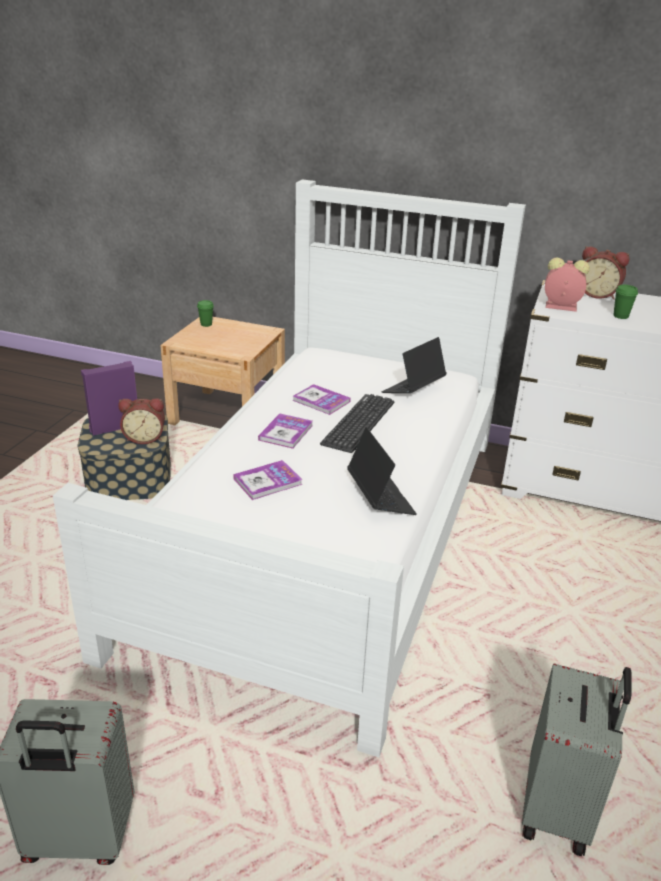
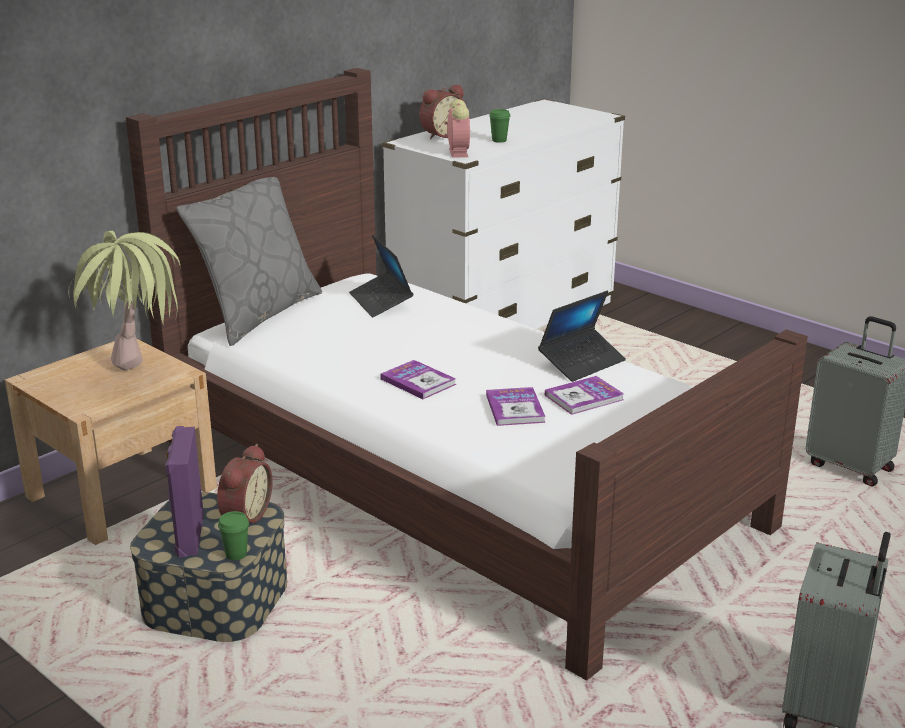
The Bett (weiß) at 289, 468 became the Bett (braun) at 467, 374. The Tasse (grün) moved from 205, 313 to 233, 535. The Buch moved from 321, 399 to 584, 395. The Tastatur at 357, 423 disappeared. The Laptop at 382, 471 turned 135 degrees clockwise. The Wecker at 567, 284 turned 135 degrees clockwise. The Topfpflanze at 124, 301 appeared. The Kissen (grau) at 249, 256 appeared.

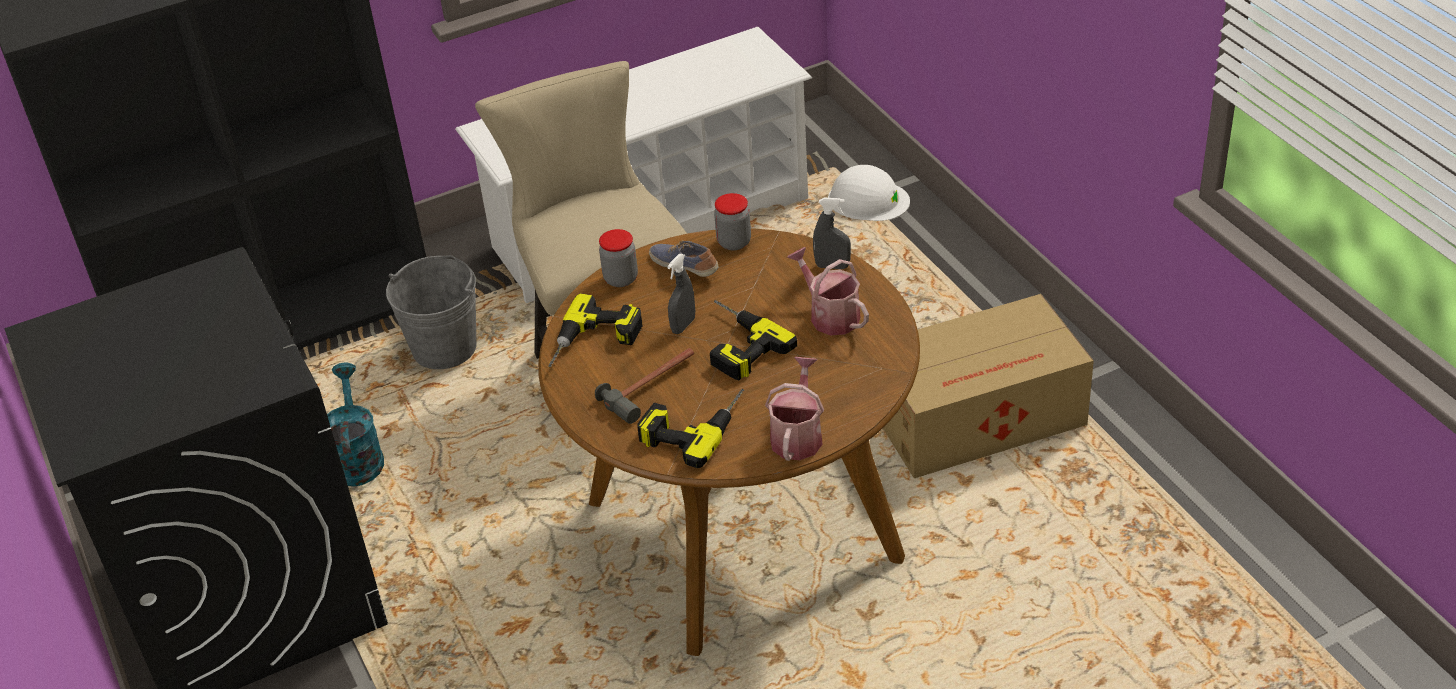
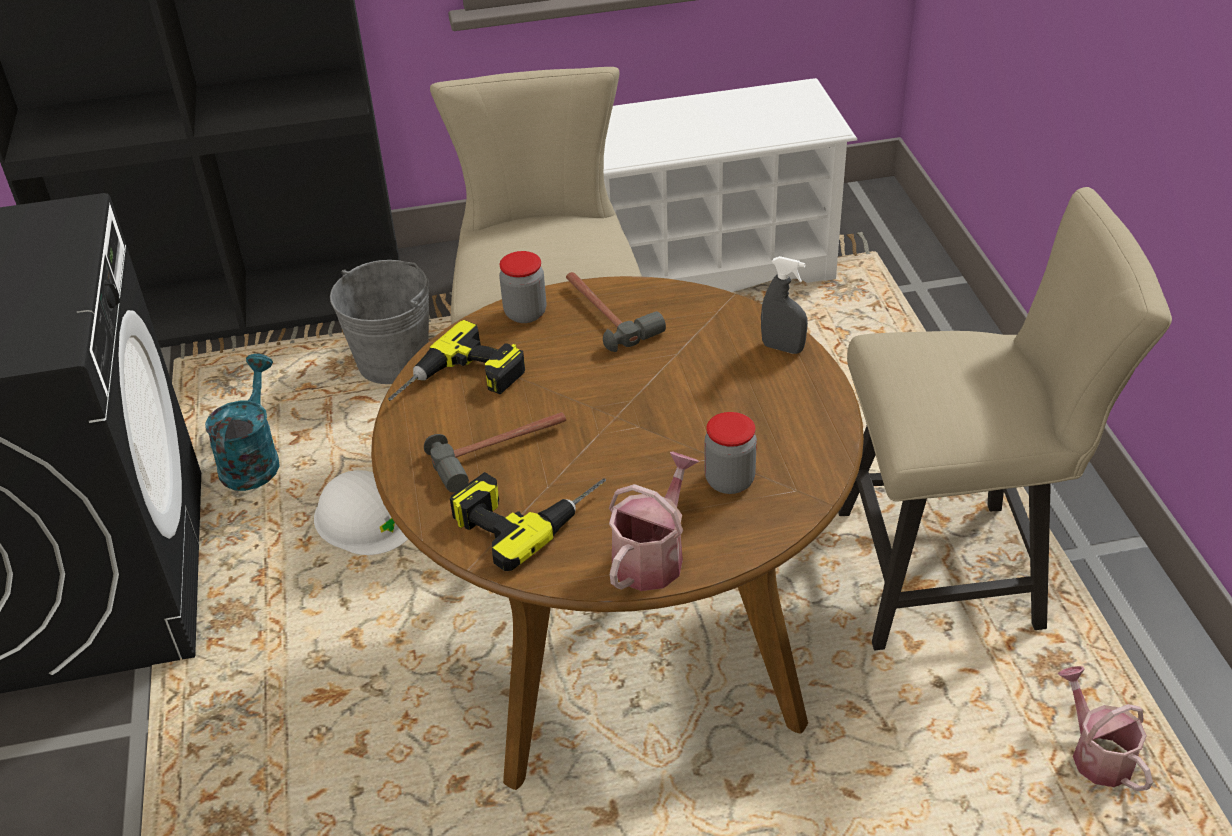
The Schuh at 684, 258 was replaced by the Hammer at 616, 312. The Sprühflasche (grau) at 681, 294 disappeared. The Bohrmaschine at 753, 340 disappeared. The Vorratsglas moved from 732, 222 to 730, 453. The Gießkanne moved from 828, 291 to 1105, 728. The Schutzhelm (weiß) moved from 869, 193 to 361, 512. The Karton at 988, 386 was replaced by the Stuhl (beige) at 1005, 418.

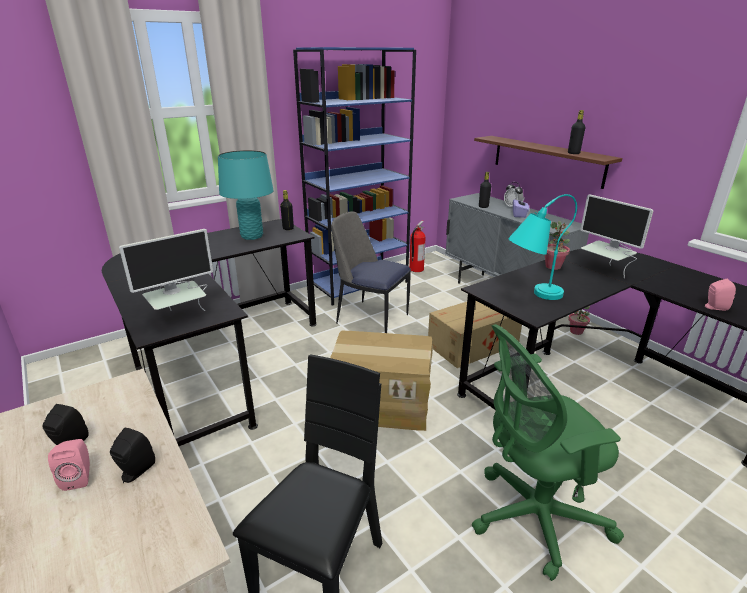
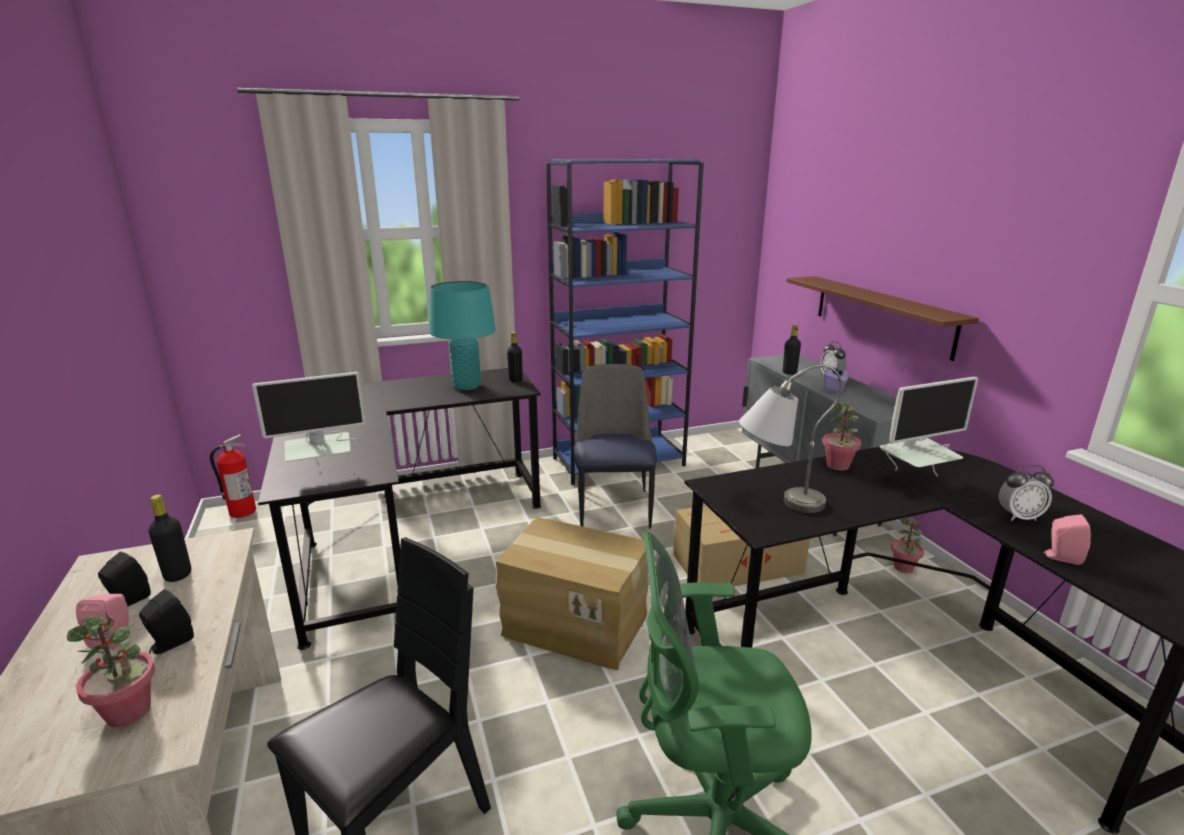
The Stuhl at 371, 272 turned 45 degrees clockwise. The Feuerlöscher moved from 417, 246 to 233, 476. The Tischlampe (türkis) at 542, 247 became the Tischlampe (grau) at 790, 439. The Flasche (schwarz) moved from 576, 132 to 170, 538. The Monitor at 616, 236 turned 90 degrees counterclockwise. The Topfpflanze at 111, 669 appeared. The Wecker at 1026, 493 appeared.

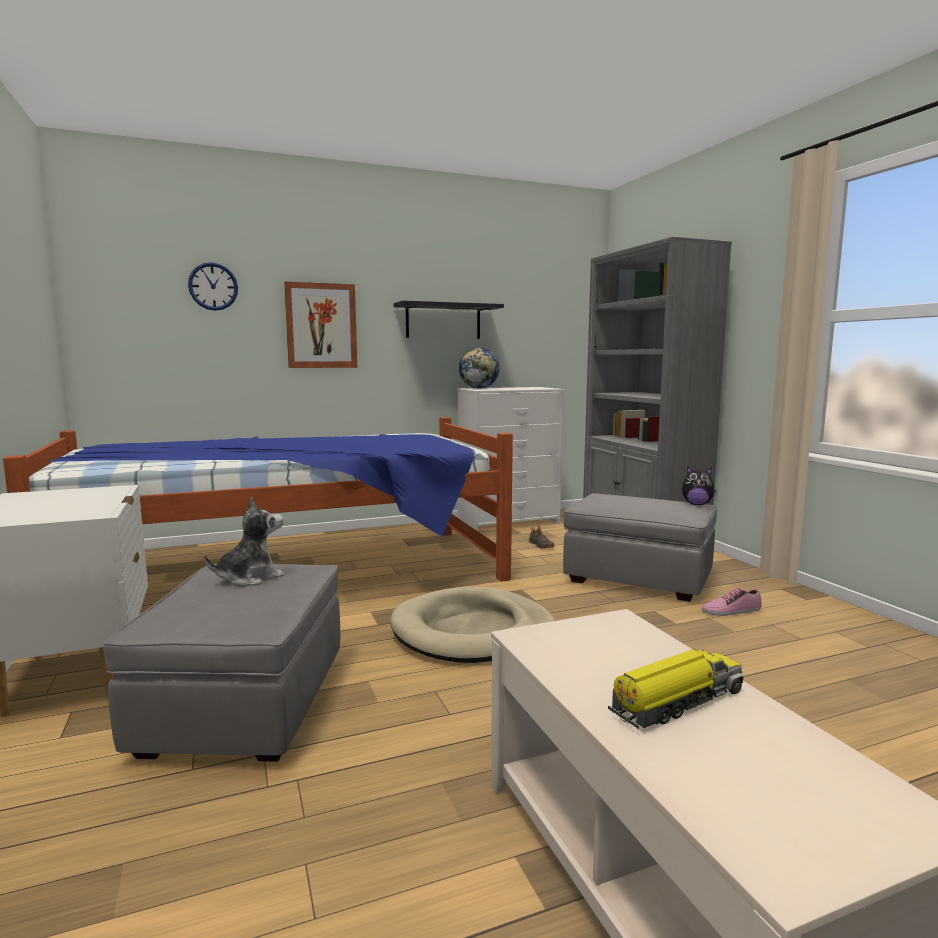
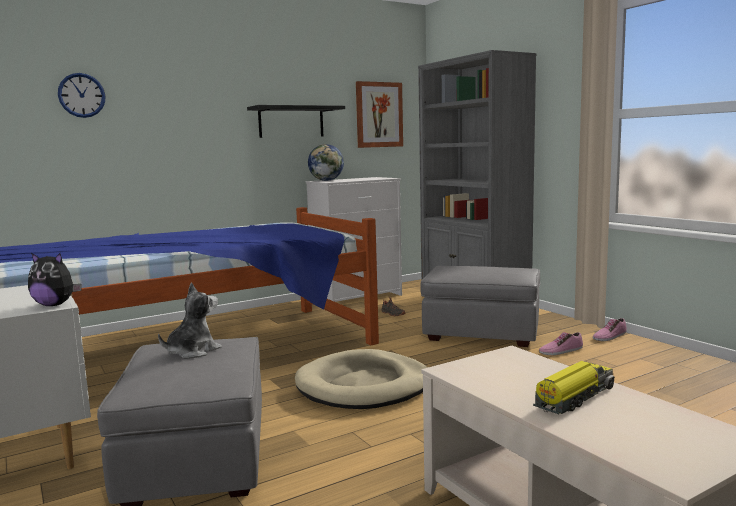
The Bild moved from 320, 325 to 379, 114. The Plüschtier moved from 699, 485 to 55, 279. The Schuh at 610, 329 appeared.

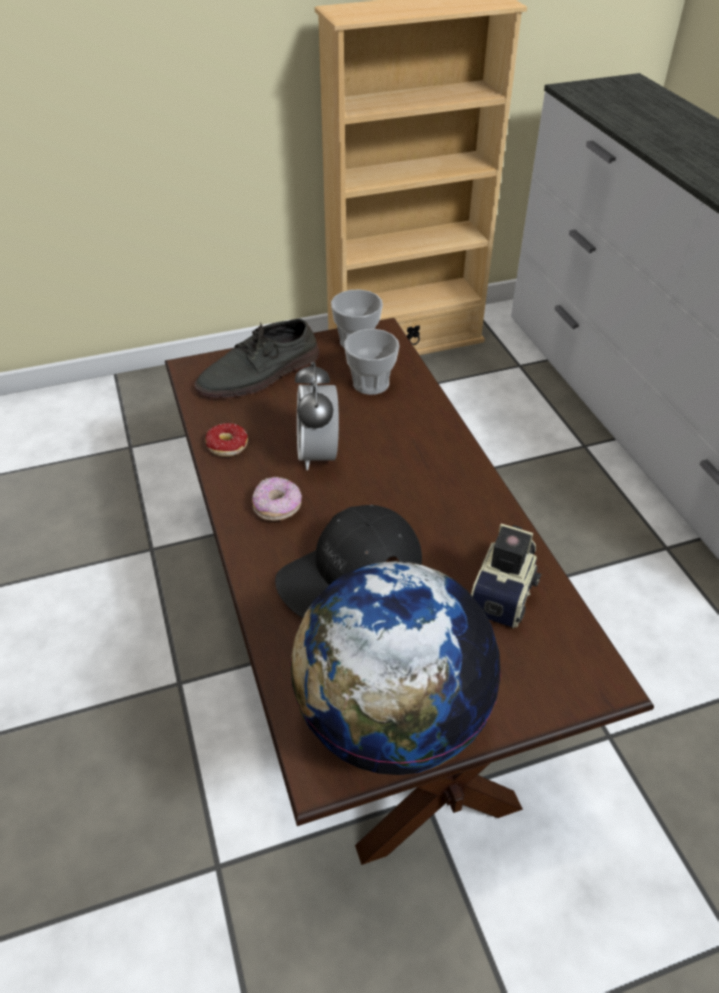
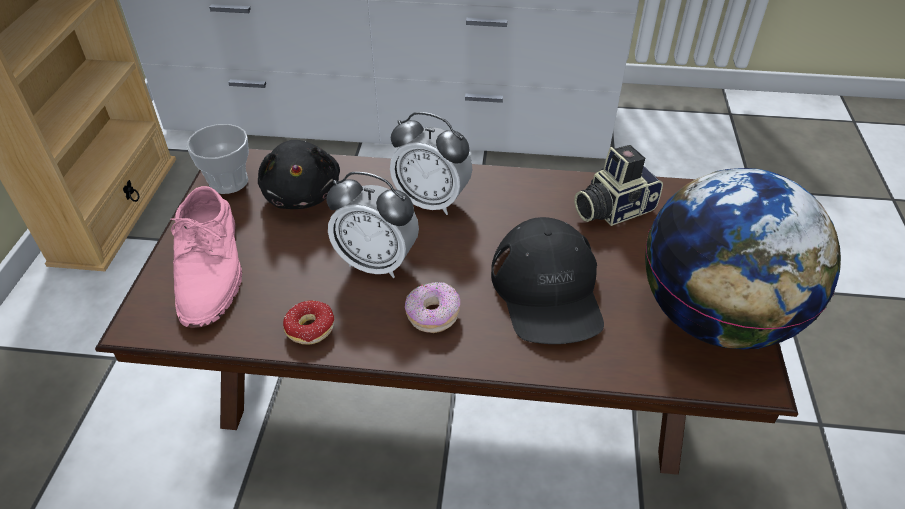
The Schuh (grau) at 257, 358 became the Schuh (rosa) at 206, 257. The Tasse at 371, 362 was replaced by the Plüschtier (schwarz) at 299, 174. The Kamera at 506, 576 turned 75 degrees counterclockwise. The Wecker at 431, 163 appeared.

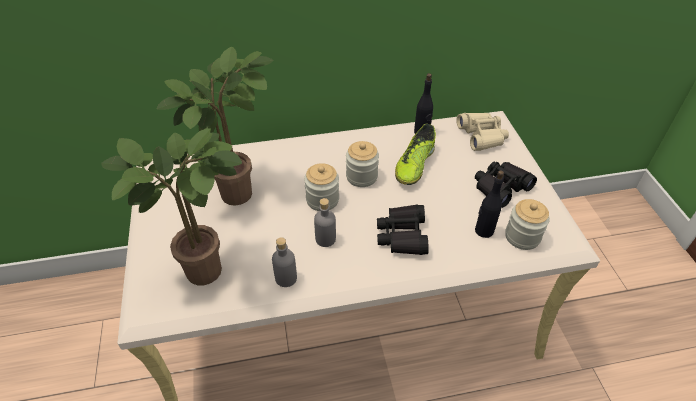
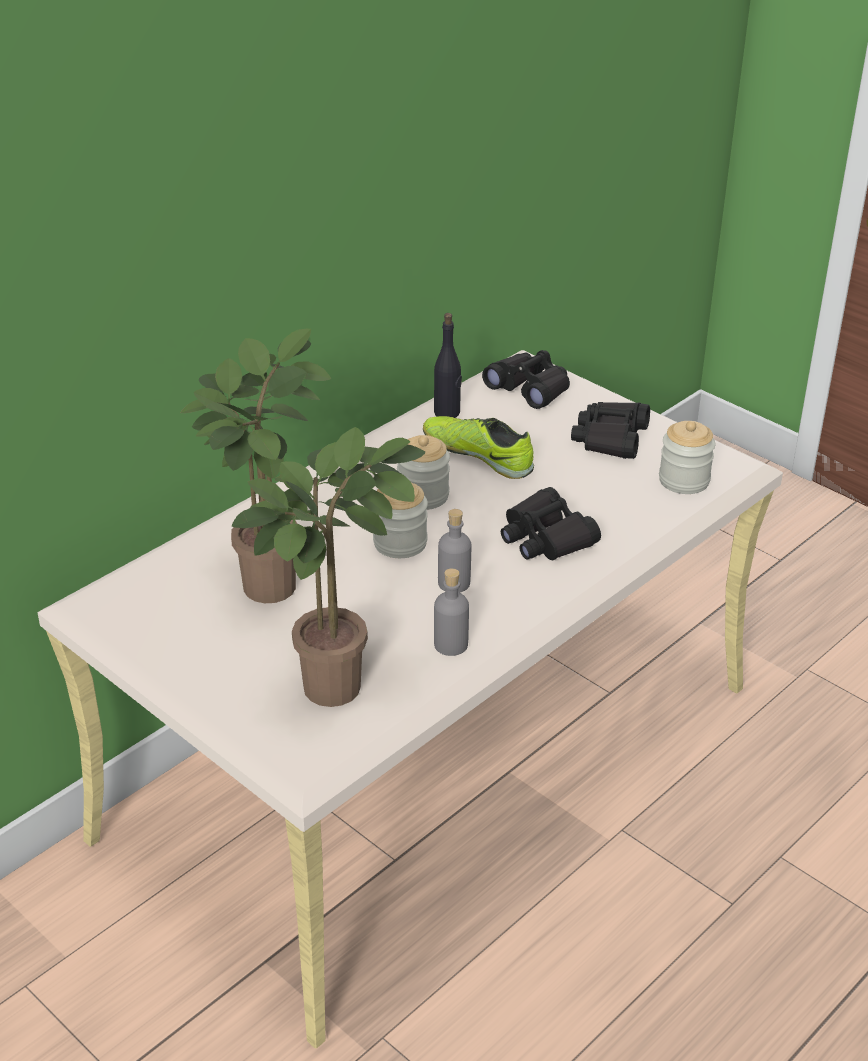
The Schuh at 415, 154 turned 135 degrees clockwise. The Fernglas (beige) at 482, 132 became the Fernglas (schwarz) at 526, 379. The Flasche (schwarz) at 489, 204 disappeared.

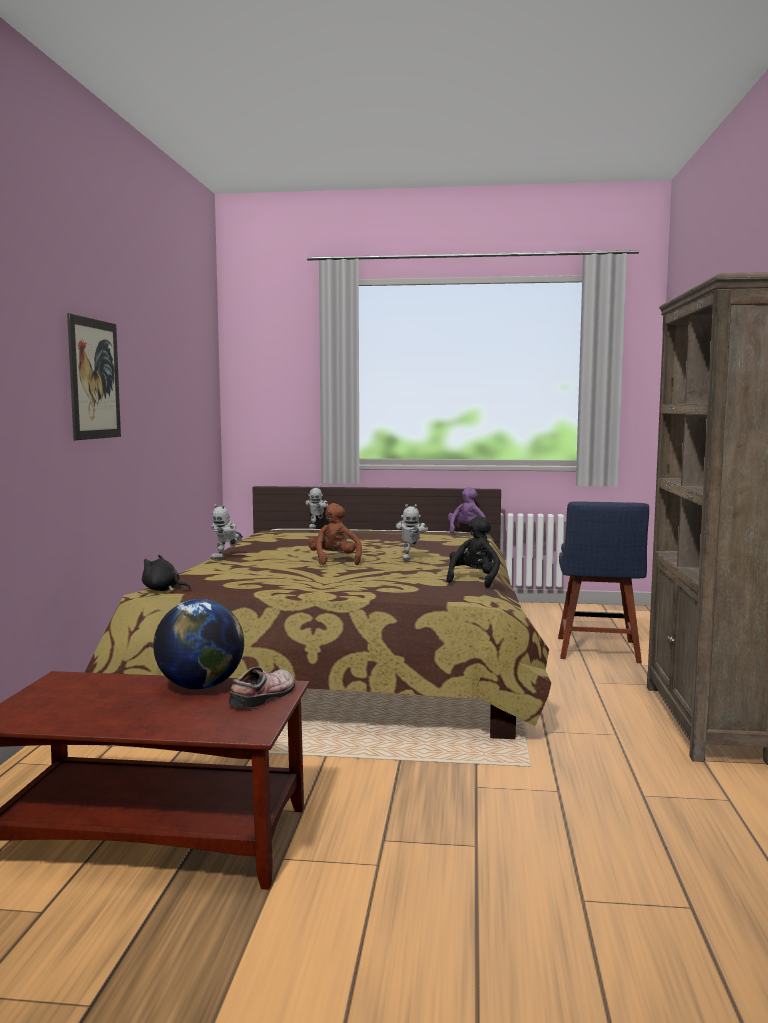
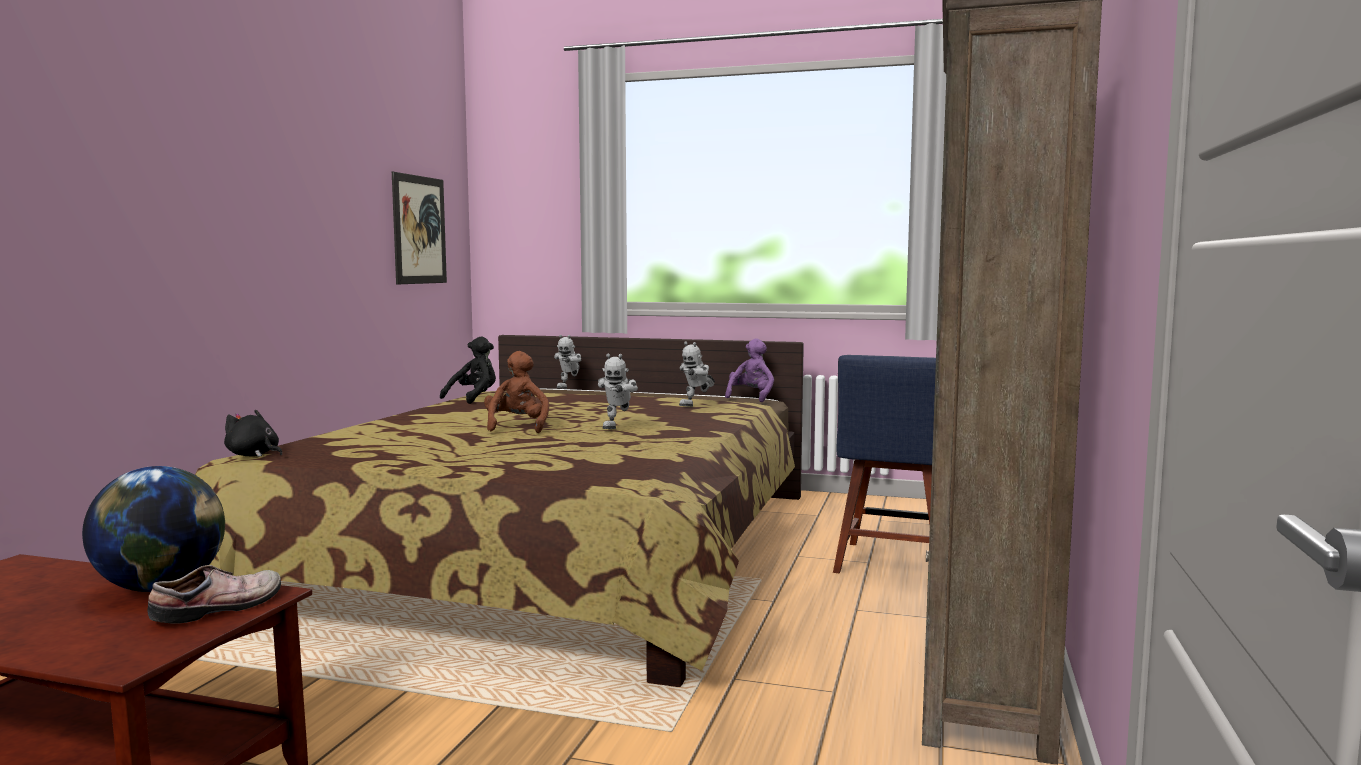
The Bild moved from 94, 376 to 419, 228. The Spielzeugroboter moved from 227, 532 to 697, 374. The Plüschtier (schwarz) moved from 473, 552 to 468, 370.

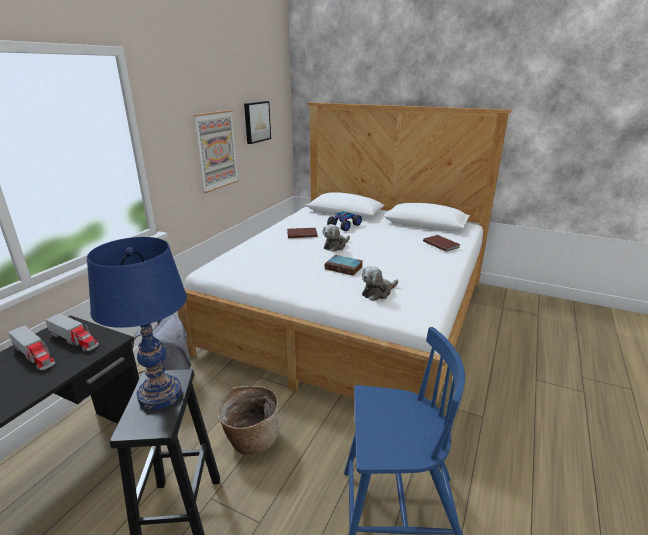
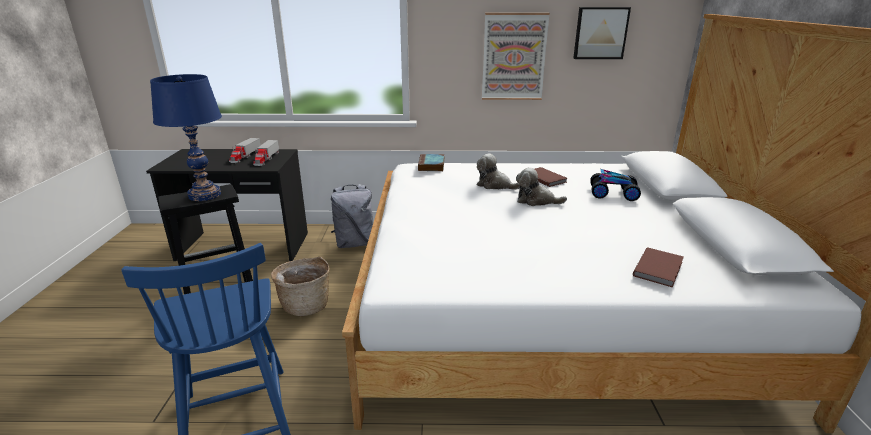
The Buch moved from 344, 265 to 431, 162. The Plüschtier moved from 380, 283 to 498, 171.

